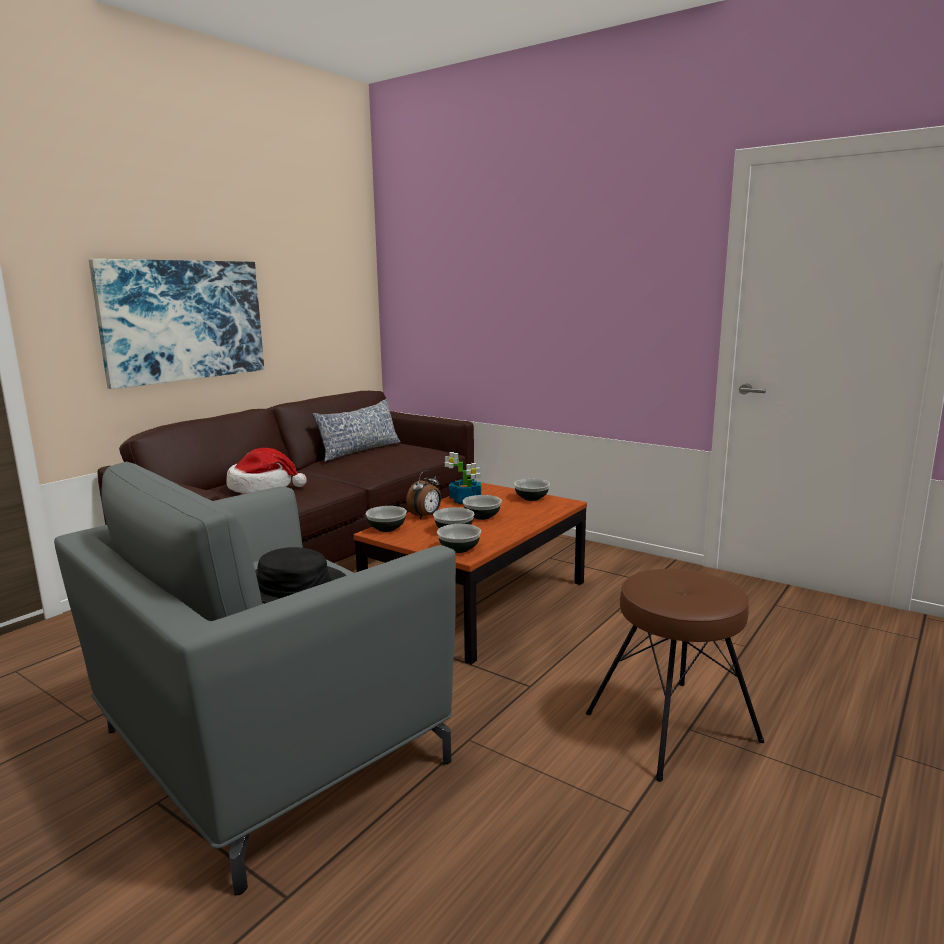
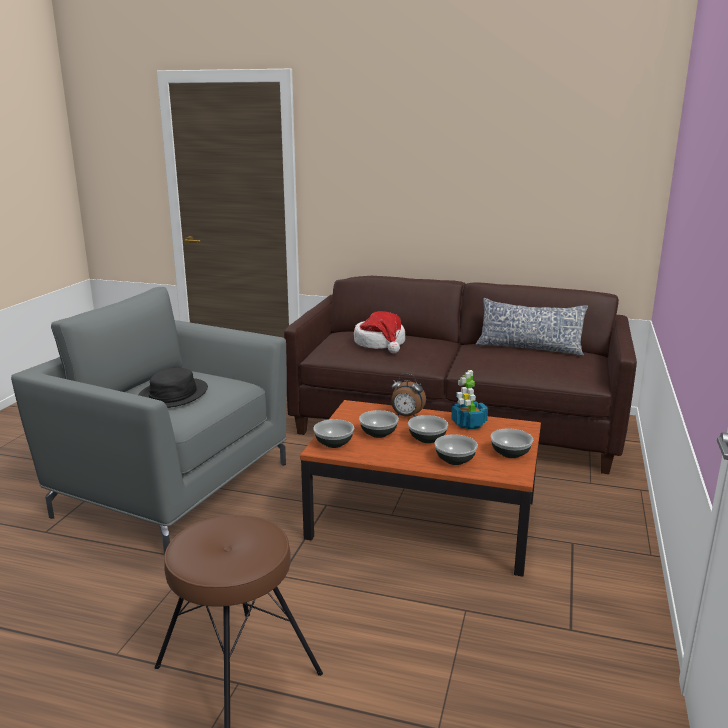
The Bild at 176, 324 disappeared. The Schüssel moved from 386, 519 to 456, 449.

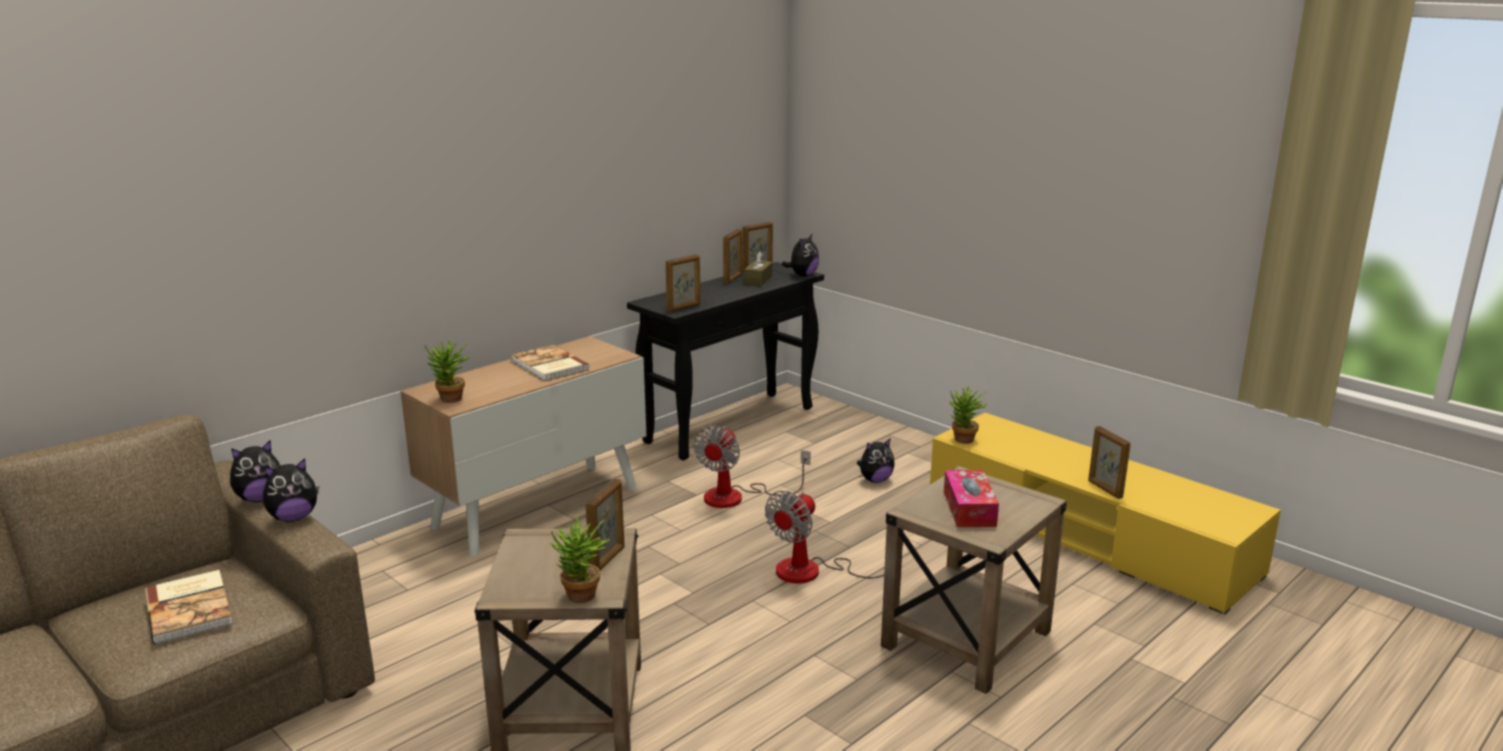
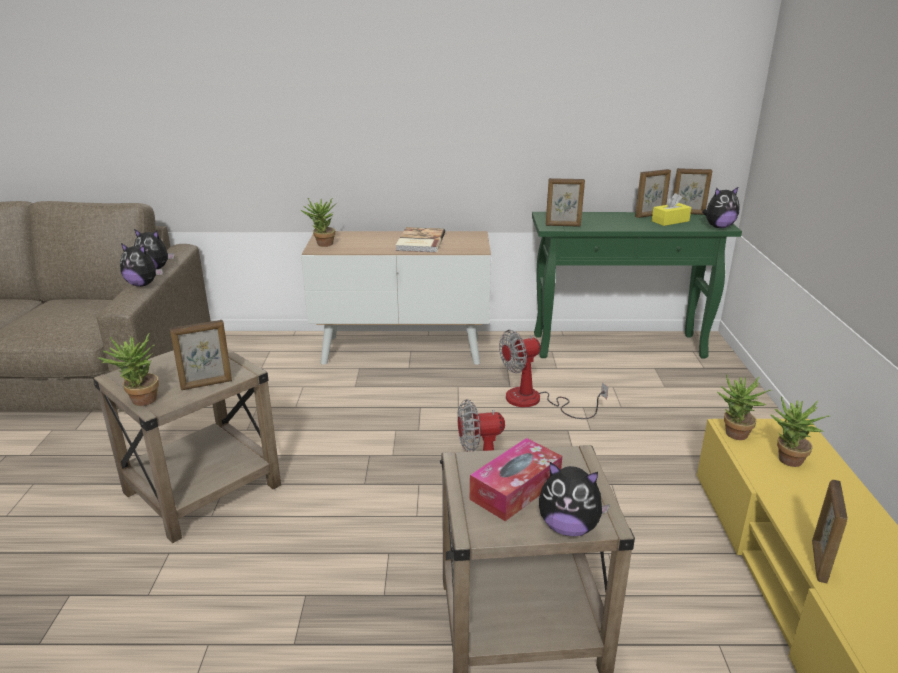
The Buch at 189, 607 disappeared. The Konsolentisch (schwarz) at 725, 361 became the Konsolentisch (grün) at 637, 285. The Taschentuchbox (braun) at 758, 268 became the Taschentuchbox (gelb) at 671, 209. The Plüschtier moved from 876, 460 to 574, 499. The Topfpflanze at 800, 431 appeared.

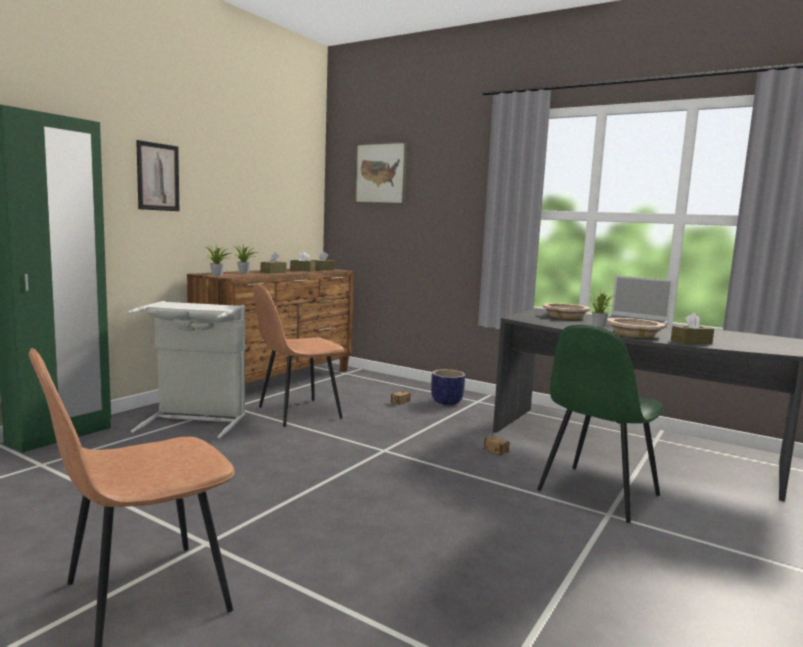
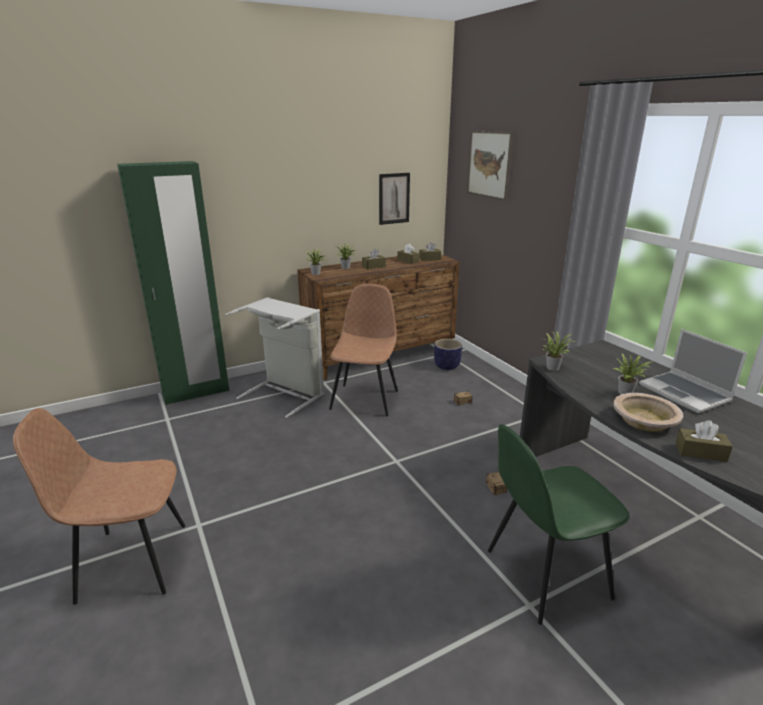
The Bild moved from 157, 175 to 394, 199. The Stuhl (braun) at 298, 355 turned 105 degrees clockwise. The Pflanzkübel moved from 448, 387 to 448, 354. The Schüssel (beige) at 566, 311 disappeared. The Topfpflanze at 560, 351 appeared.

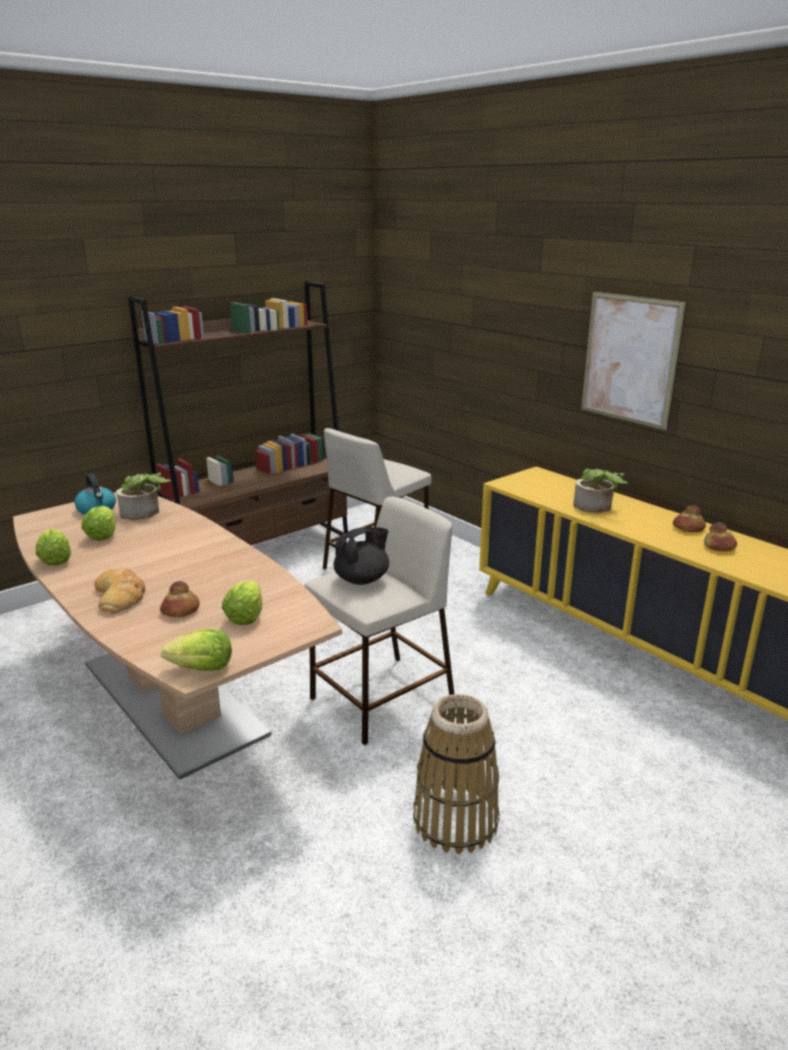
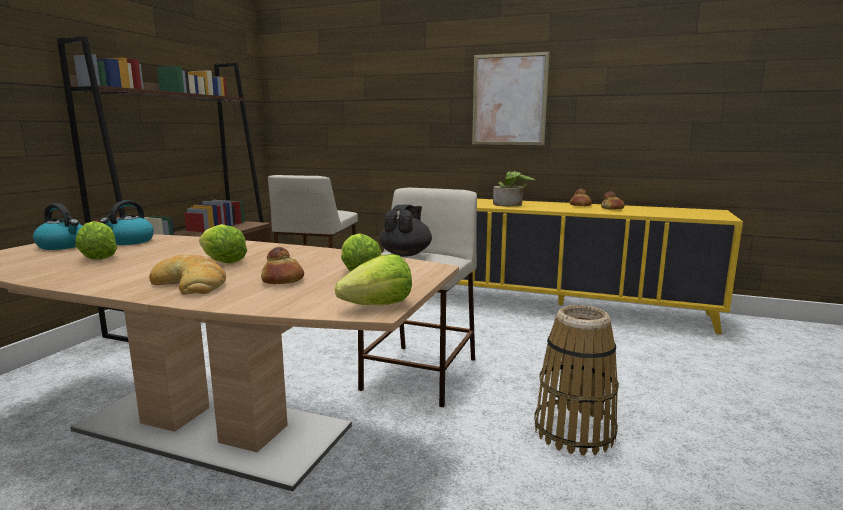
The Salatkopf moved from 53, 547 to 223, 243. The Topfpflanze at 143, 496 was replaced by the Wasserkessel at 127, 222.

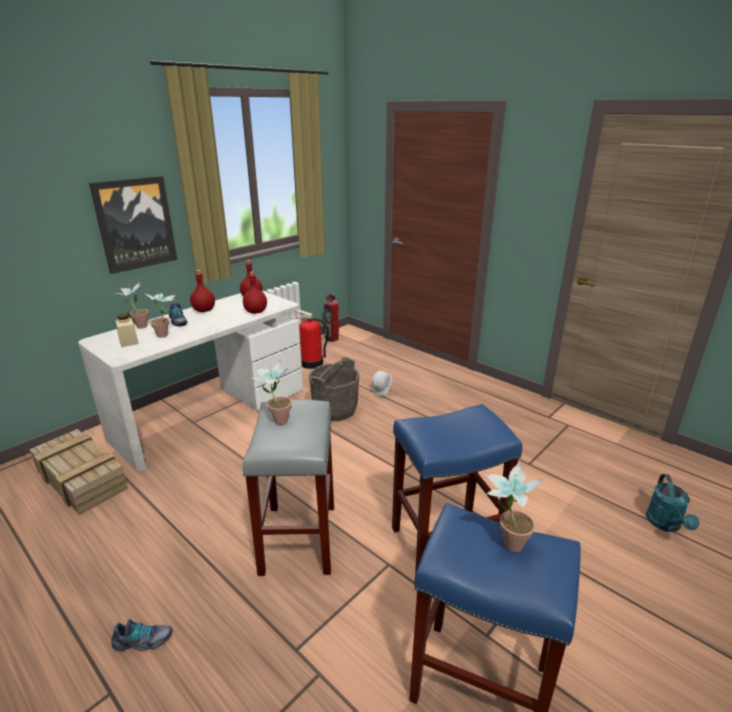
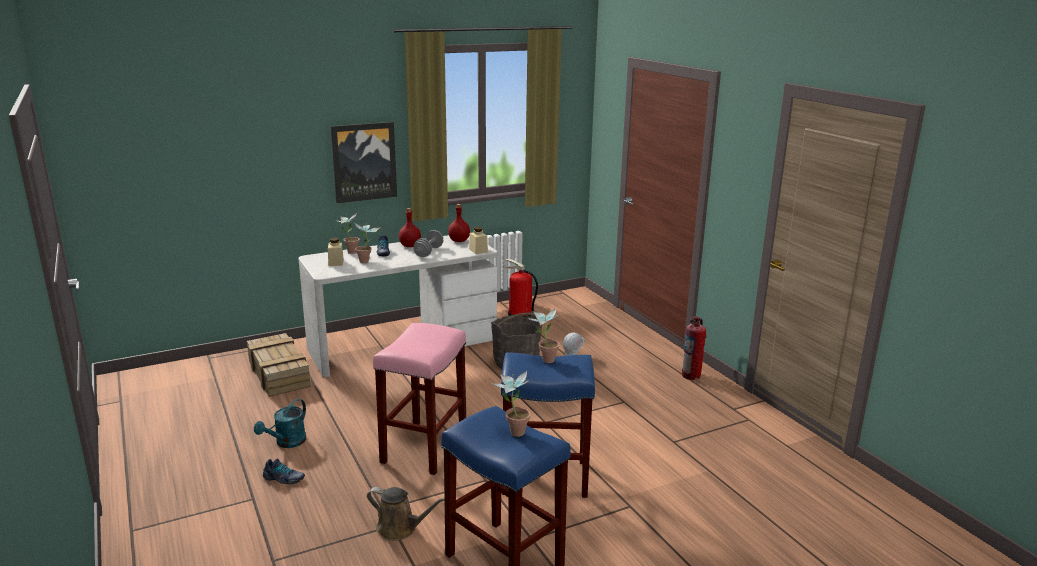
The Flasche (rot) at 255, 292 disappeared. The Hocker (grau) at 288, 487 became the Hocker (rosa) at 419, 399. The Topfpflanze moved from 271, 392 to 543, 335. The Feuerlöscher moved from 331, 318 to 694, 348. The Gießkanne (türkis) moved from 673, 503 to 280, 423. The Gießkanne (braun) at 406, 514 appeared. The Hantel (grau) at 428, 243 appeared. The Vorratsglas (beige) at 478, 240 appeared.

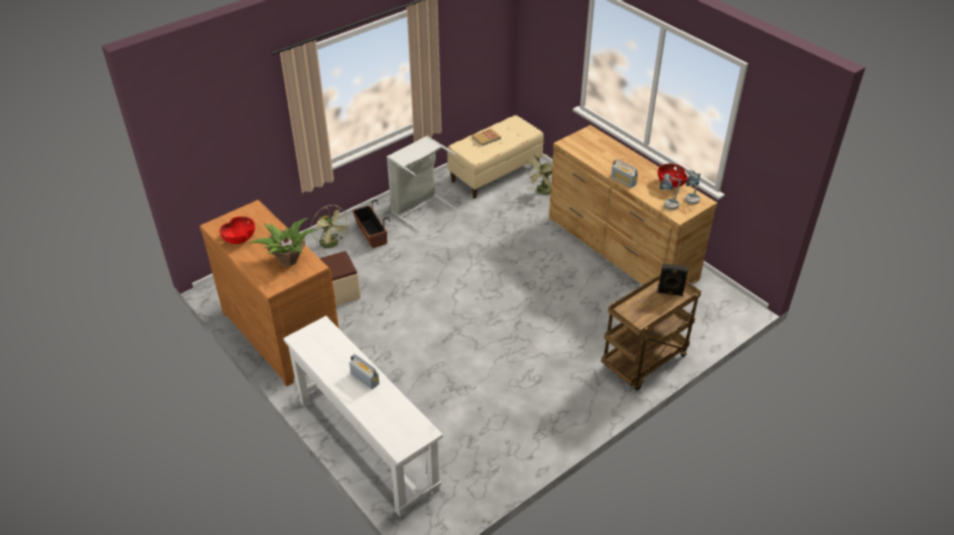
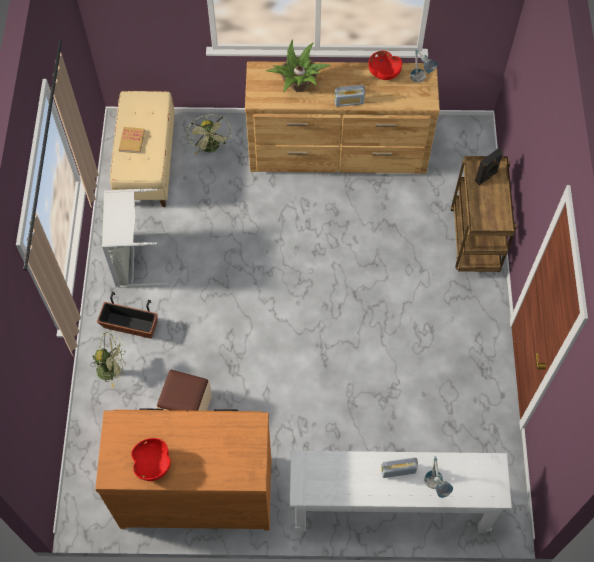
The Topfpflanze moved from 282, 242 to 298, 66. The Tischlampe moved from 670, 192 to 438, 477.

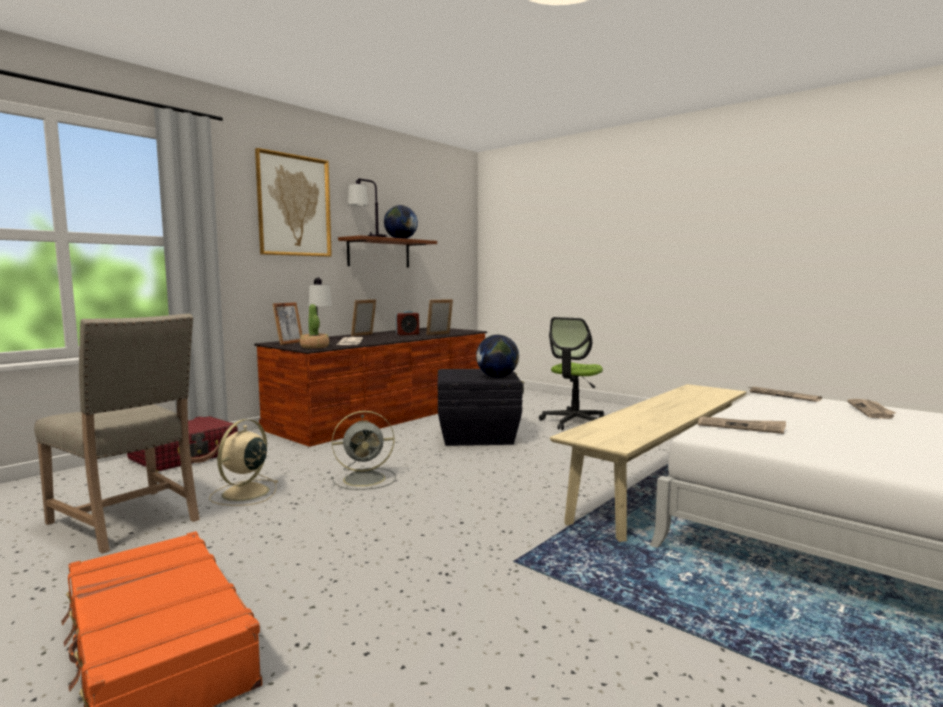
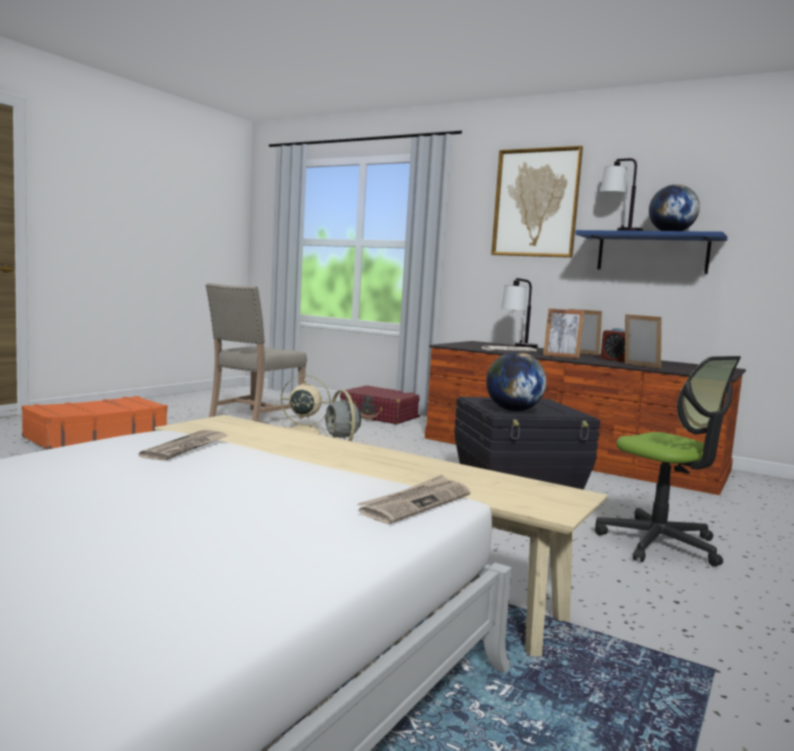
The Bilderrahmen moved from 287, 323 to 563, 333. The Topfpflanze at 314, 326 disappeared. The Wandregal (braun) at 387, 251 became the Wandregal (blau) at 651, 252. The Bürostuhl at 572, 373 turned 150 degrees counterclockwise. The Zeitung at 871, 409 disappeared.

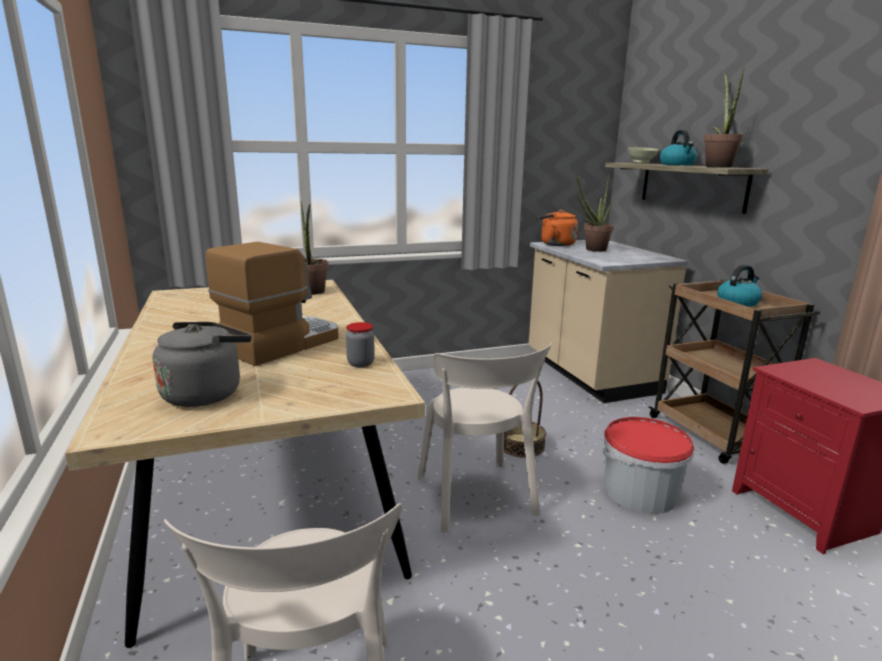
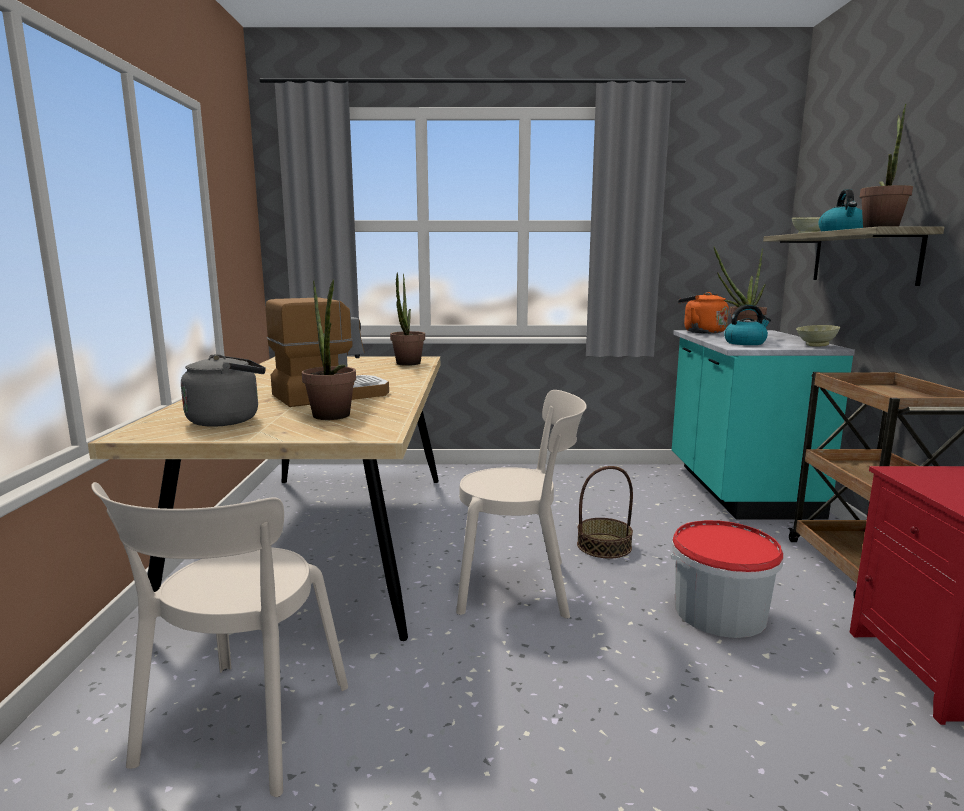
The Vorratsglas at 360, 344 disappeared. The Stuhl (beige) at 484, 438 turned 90 degrees counterclockwise. The Küchenzeile (beige) at 608, 321 became the Küchenzeile (türkis) at 763, 425. The Wasserkessel moved from 740, 286 to 747, 325. The Topfpflanze at 329, 349 appeared. The Schüssel (beige) at 818, 336 appeared.

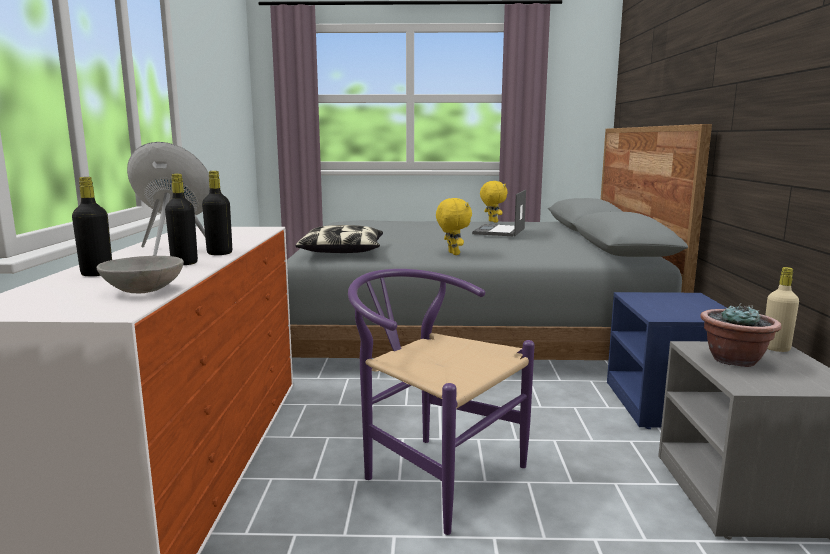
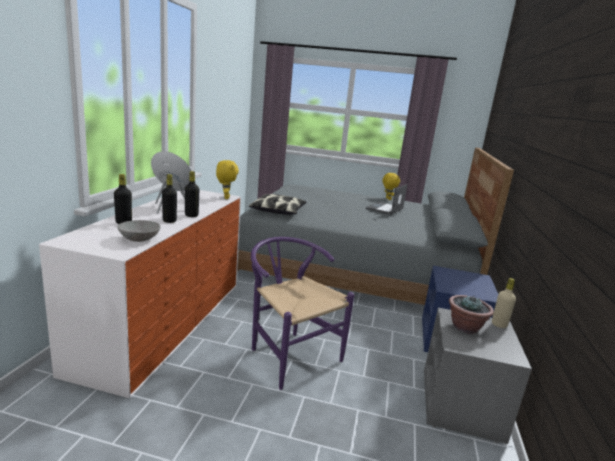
The Plüschtier (gelb) moved from 454, 226 to 227, 179.

